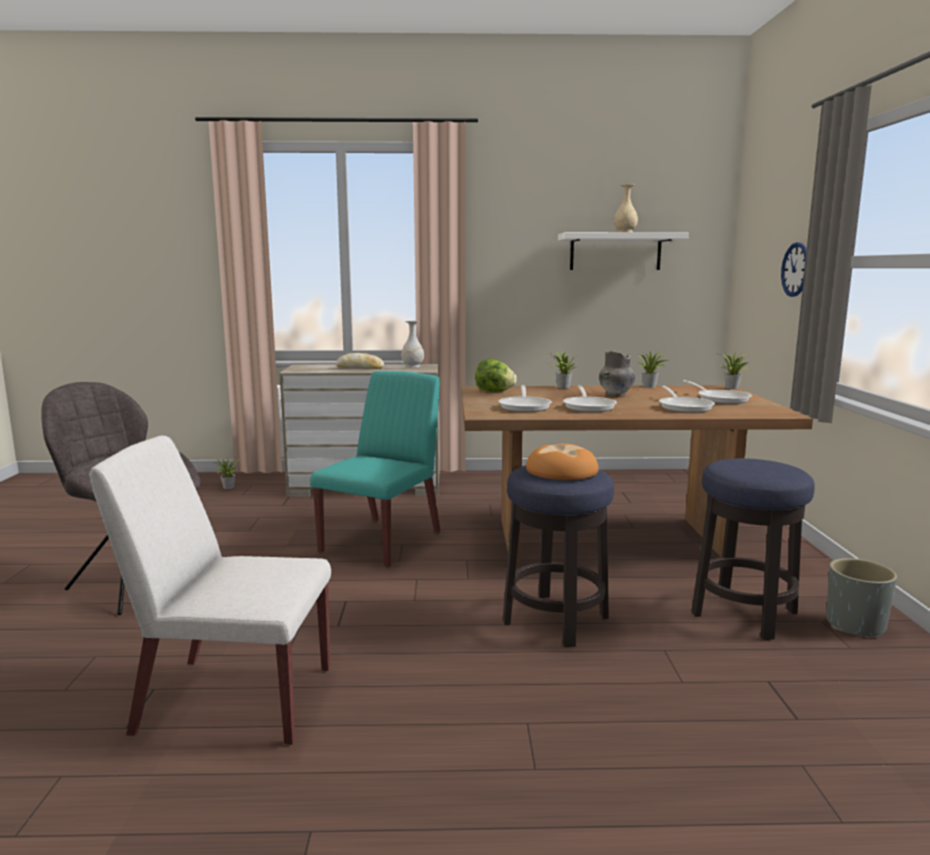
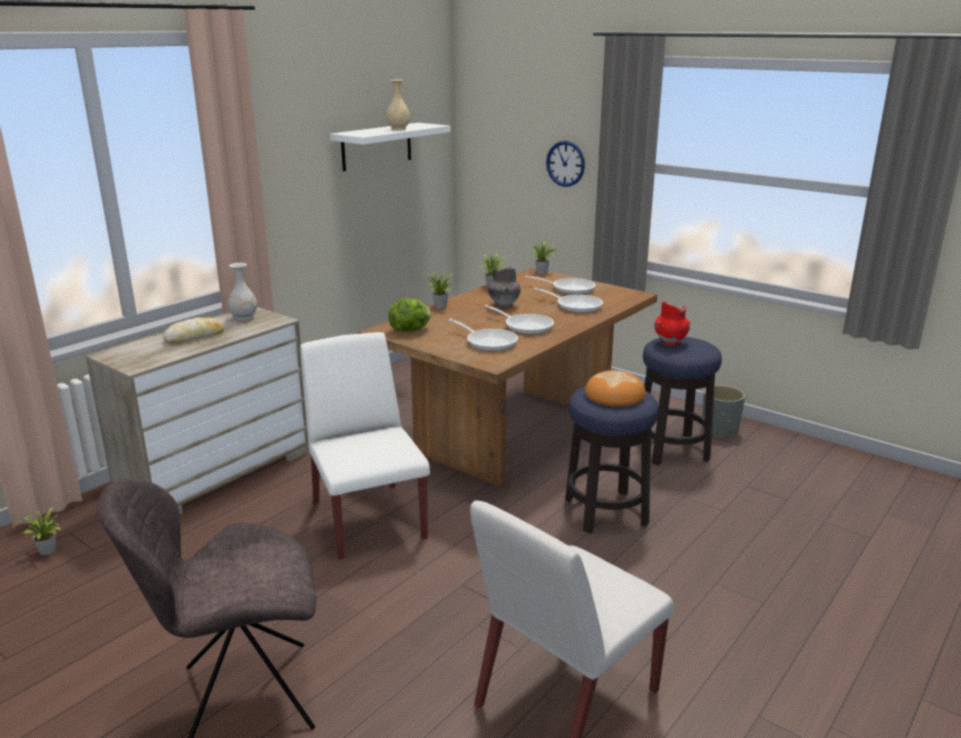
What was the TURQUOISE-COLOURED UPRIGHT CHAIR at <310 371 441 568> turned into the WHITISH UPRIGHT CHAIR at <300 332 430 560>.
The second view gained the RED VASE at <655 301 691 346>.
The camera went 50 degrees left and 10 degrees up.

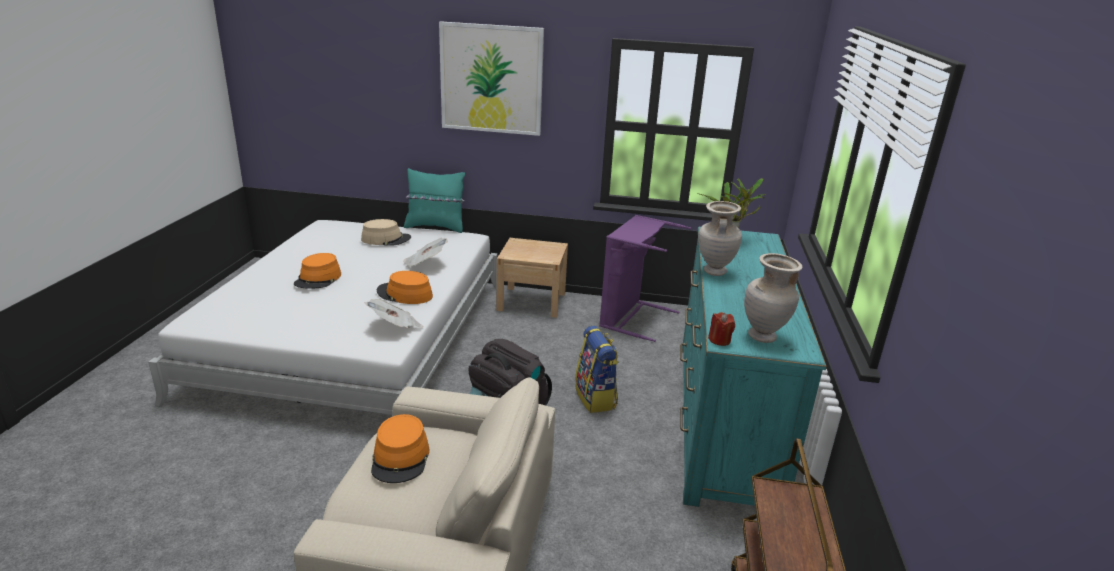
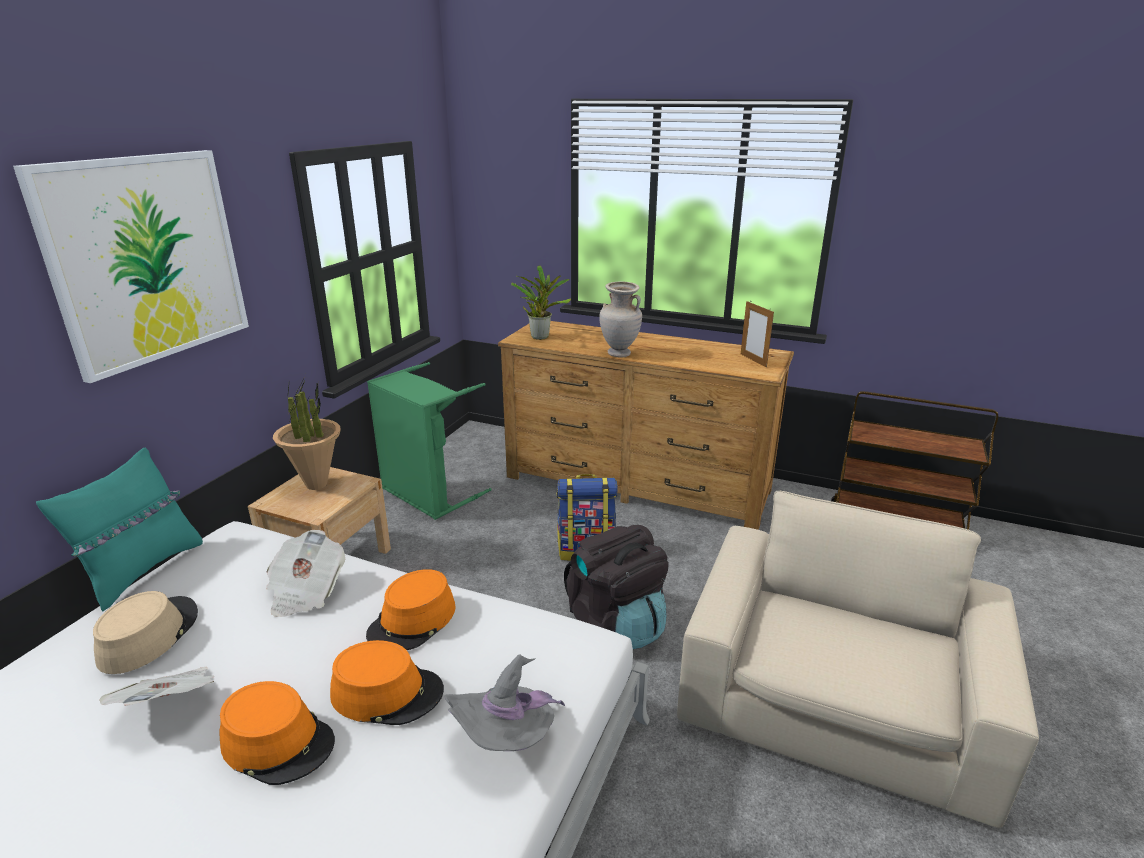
The NEWSPAPER ended up elsewhere, having gone from <364 299 424 328> to <99 667 214 706>.
The second view gained the POTTED PLANT at <273 376 340 490>.
The ORANGEY WEARABLE HAT ended up elsewhere, having gone from <371 414 430 483> to <330 640 444 725>.
What was the PURPLE-COLOURED HAMPER at <599 215 691 342> turned into the GREEN HAMPER at <367 362 492 520>.
The second view gained the GRAY WEARABLE HAT at <444 654 565 751>.
What was the TURQUOISE-COLOURED DRESSER at <680 227 827 507> turned into the BROWNISH DRESSER at <498 321 794 530>.
Where the BEIGE VASE stood at <744 253 803 343>, the STANDING FRAME came to stand at <741 301 774 367>.
The second view lost the RED CANDLE at <708 312 735 346>.
The camera went 75 degrees left and 0 degrees up.

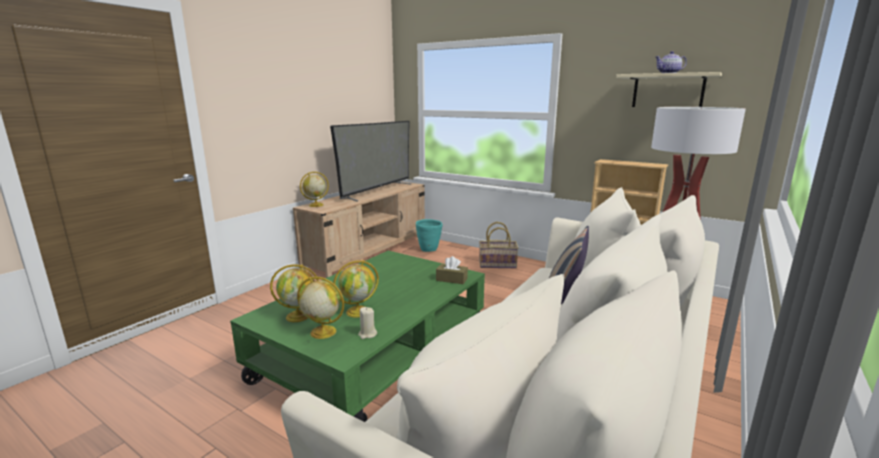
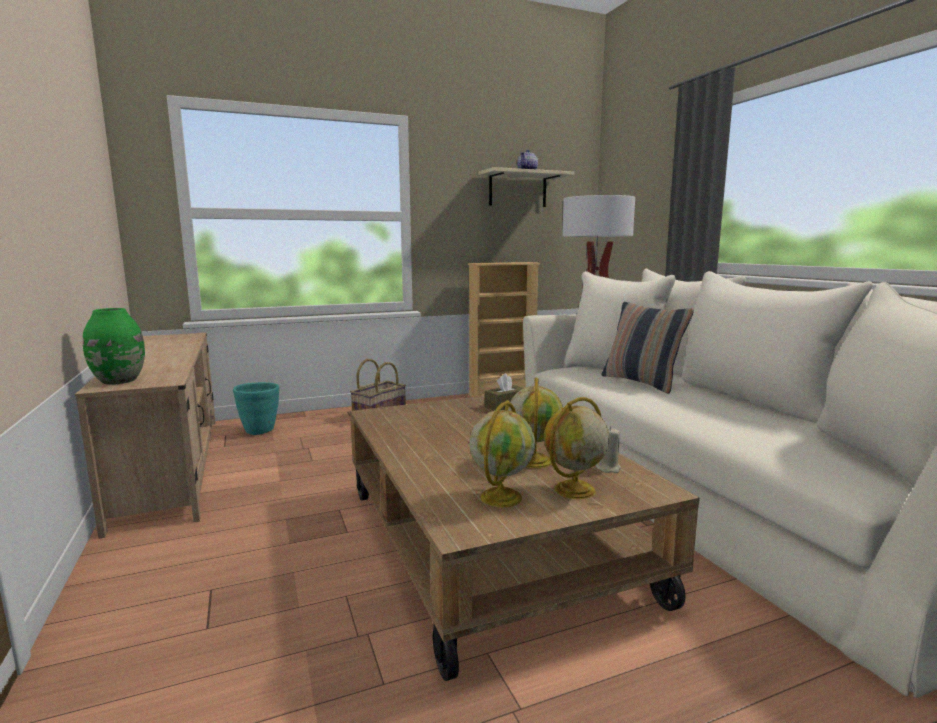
Where the DESK GLOBE stood at <300 172 329 207>, the GREEN VASE came to stand at <83 308 145 385>.
What was the GREEN COFFEE TABLE at <230 250 485 422> turned into the BROWNISH COFFEE TABLE at <350 396 700 681>.
The second view lost the TV SET at <330 121 412 202>.
The camera went 55 degrees left and 5 degrees down.

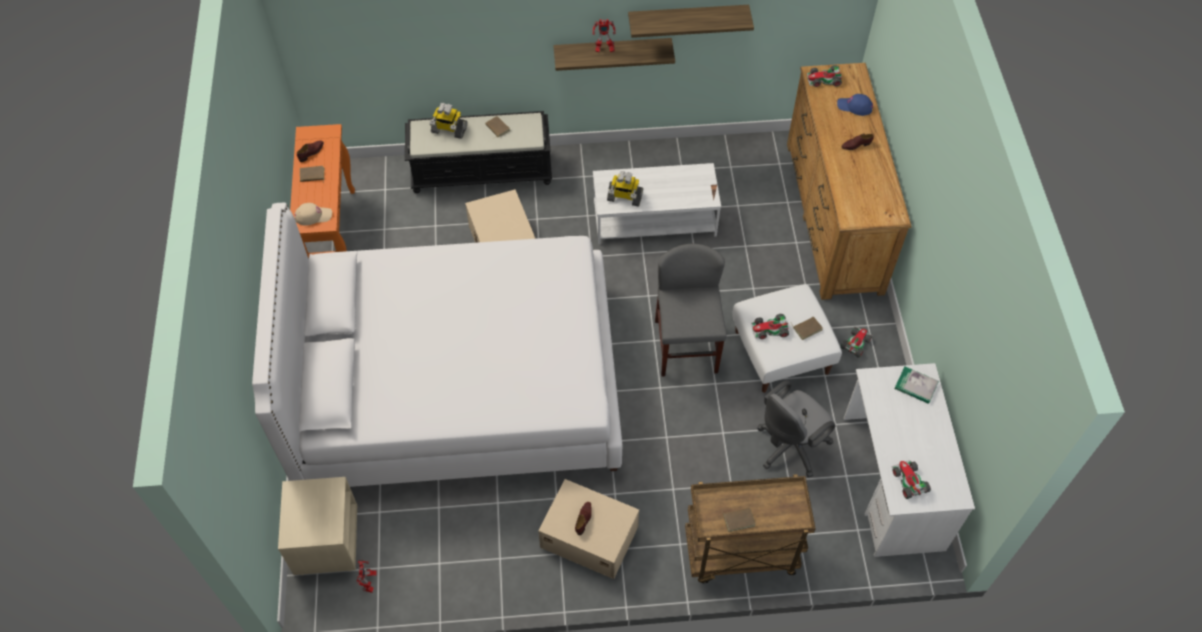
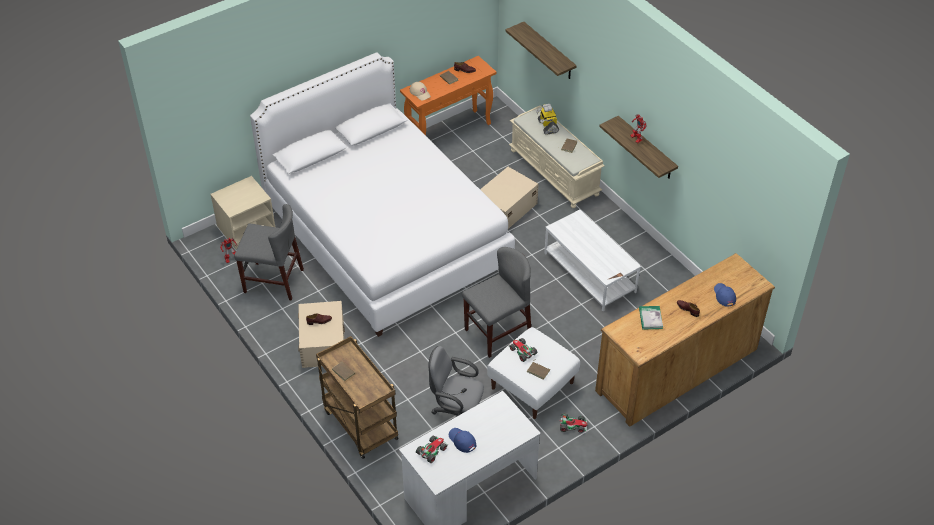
The second view gained the GRAY UPRIGHT CHAIR at <234 204 304 301>.
The second view gained the BLUE-COLOURED PEAKED CAP at <449 428 477 453>.
The SHELF ended up elsewhere, having gone from <628 5 754 38> to <505 22 577 79>.
What was the BLACK LONG SEAT at <405 111 552 193> turned into the BEIGE LONG SEAT at <509 106 605 208>.
The BOUND BOOK ended up elsewhere, having gone from <894 367 939 404> to <639 306 663 329>.
The second view lost the ROBOT FIGURE at <607 171 643 207>.
The second view lost the MINIATURE CAR at <807 65 842 87>.
The camera went 60 degrees right and 10 degrees down.

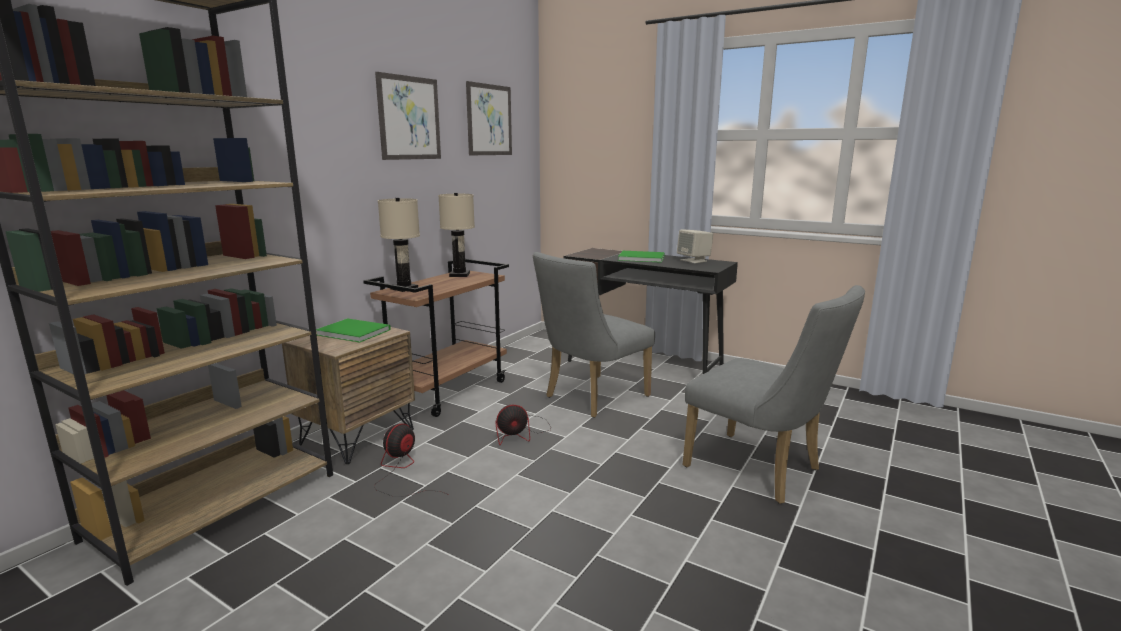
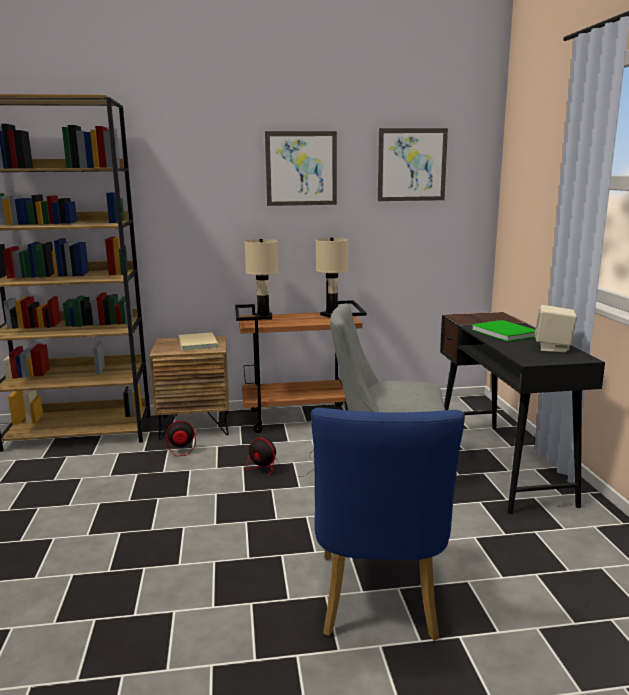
What was the GREEN BOUND BOOK at <316 318 391 343> turned into the BEIGE BOUND BOOK at <179 332 219 351>.
What was the GRAY UPRIGHT CHAIR at <683 285 865 504> turned into the BLUE-COLOURED UPRIGHT CHAIR at <311 408 465 640>.
The camera went 50 degrees right and 0 degrees up.

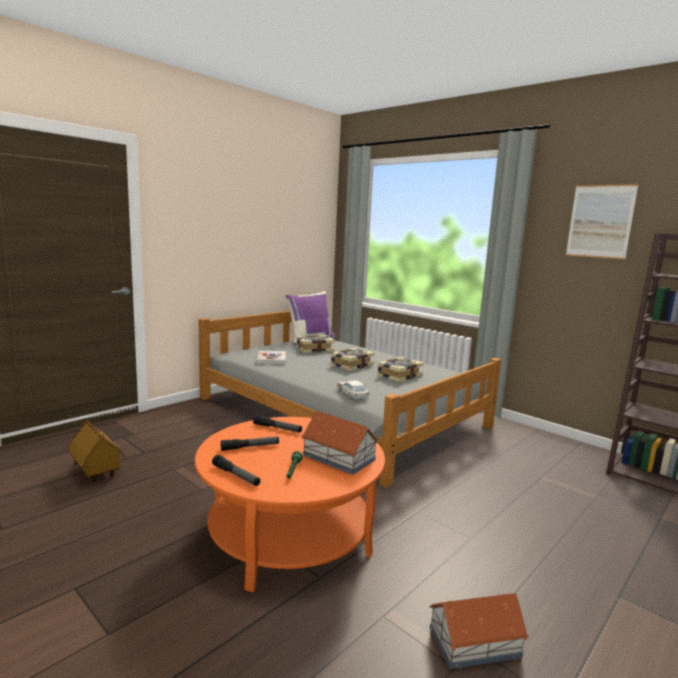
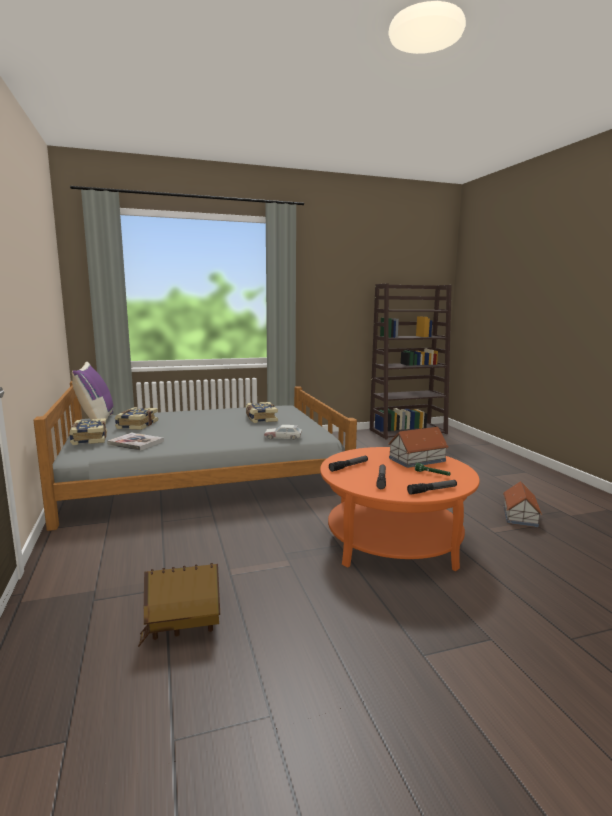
The BOUND BOOK ended up elsewhere, having gone from <330 348 374 371> to <69 418 107 445>.
The second view lost the WALL PICTURE at <566 184 639 259>.
The camera went 60 degrees left and 0 degrees up.

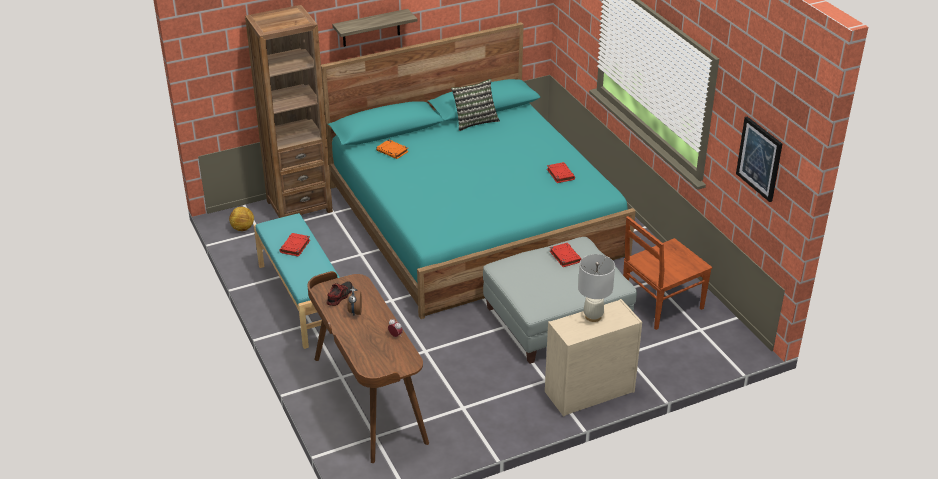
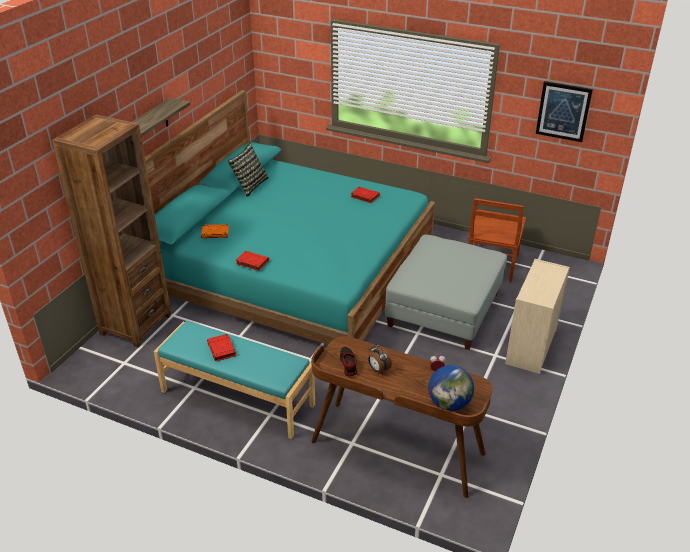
The RED BOUND BOOK ended up elsewhere, having gone from <550 243 581 267> to <235 251 269 271>.
The second view gained the DESK GLOBE at <428 365 474 411>.
The second view lost the FOOTBALL BALL at <229 207 254 231>.
The second view lost the WHITISH TABLETOP LAMP at <578 254 615 322>.
The camera went 40 degrees left and 0 degrees up.

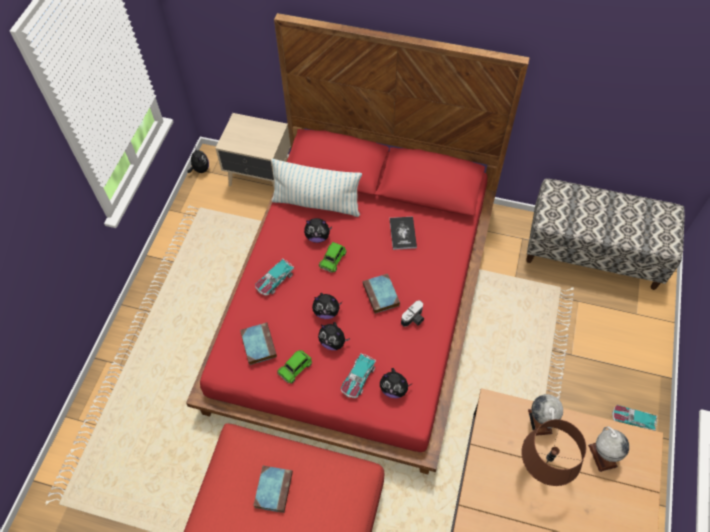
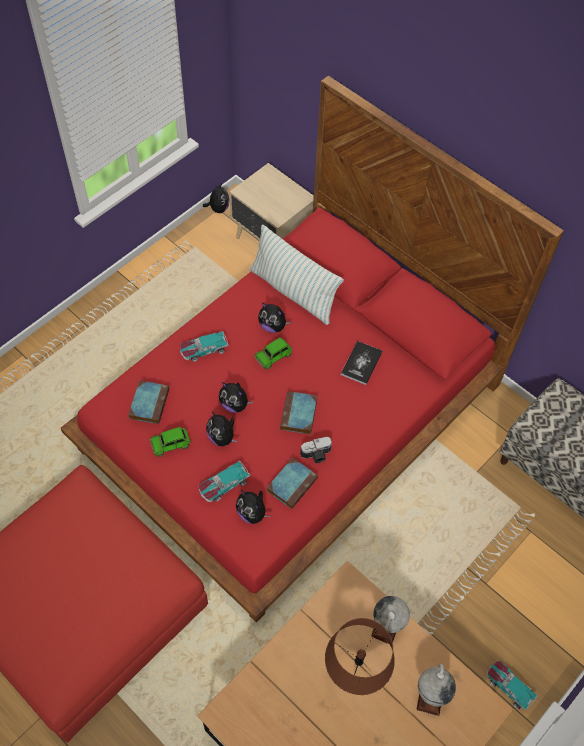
The BOUND BOOK ended up elsewhere, having gone from <253 466 293 513> to <267 458 318 509>.
The camera went 25 degrees right and 0 degrees up.

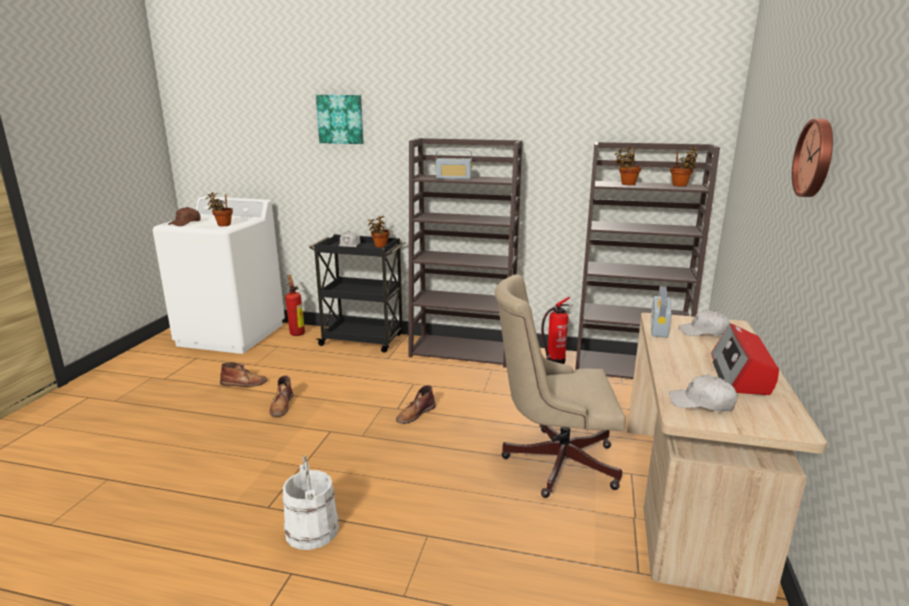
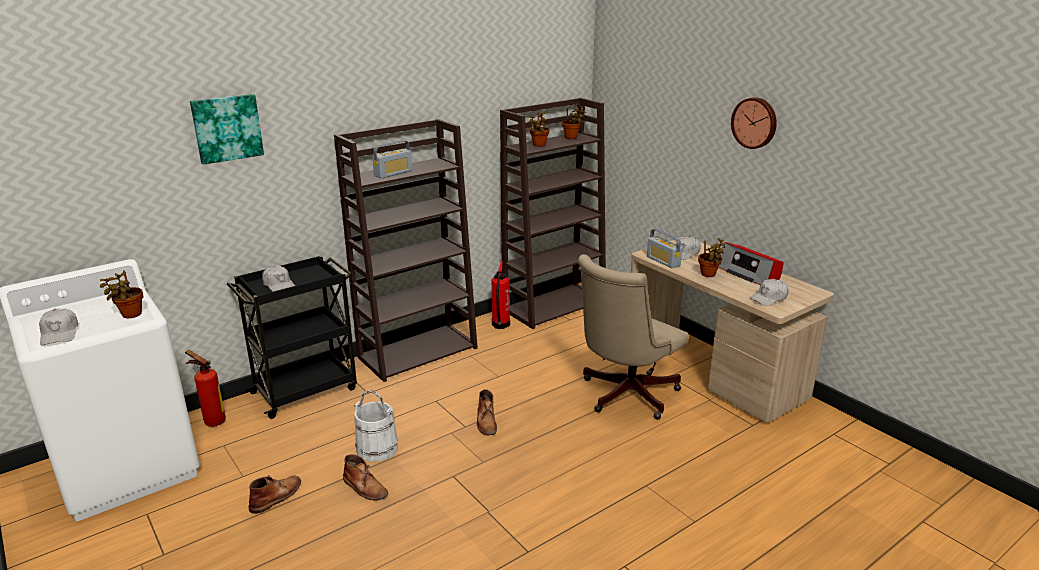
What was the BROWNISH PEAKED CAP at <168 207 201 226> turned into the WHITISH PEAKED CAP at <39 309 78 345>.
The WHITISH PAIL ended up elsewhere, having gone from <283 455 339 550> to <353 390 398 462>.
The POTTED PLANT ended up elsewhere, having gone from <368 216 390 248> to <698 238 725 277>.
The camera went 50 degrees left and 5 degrees up.

